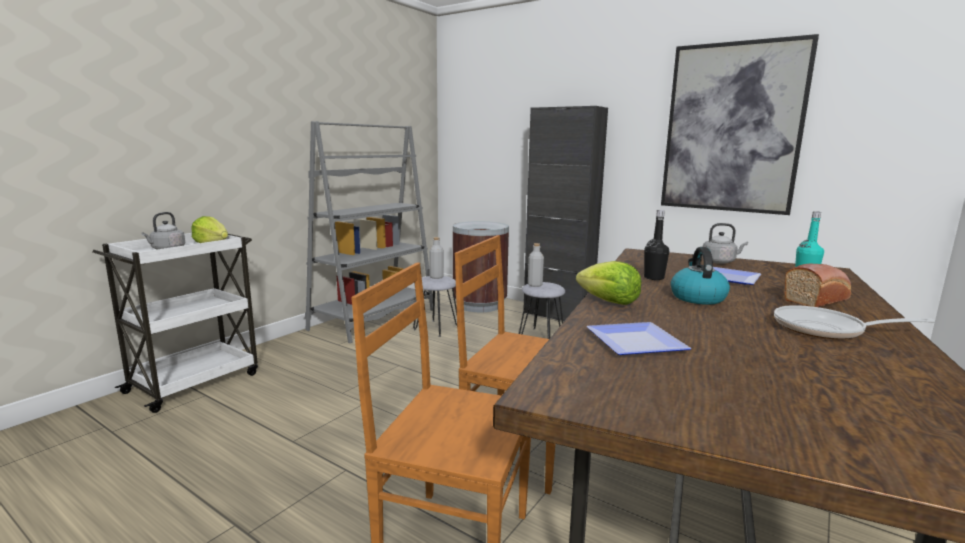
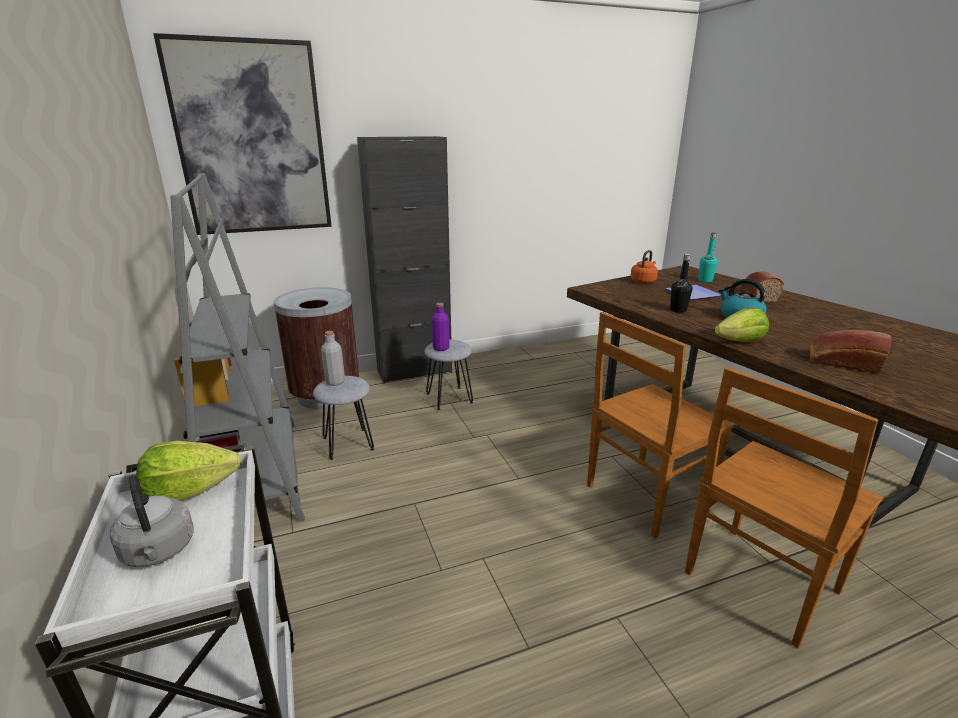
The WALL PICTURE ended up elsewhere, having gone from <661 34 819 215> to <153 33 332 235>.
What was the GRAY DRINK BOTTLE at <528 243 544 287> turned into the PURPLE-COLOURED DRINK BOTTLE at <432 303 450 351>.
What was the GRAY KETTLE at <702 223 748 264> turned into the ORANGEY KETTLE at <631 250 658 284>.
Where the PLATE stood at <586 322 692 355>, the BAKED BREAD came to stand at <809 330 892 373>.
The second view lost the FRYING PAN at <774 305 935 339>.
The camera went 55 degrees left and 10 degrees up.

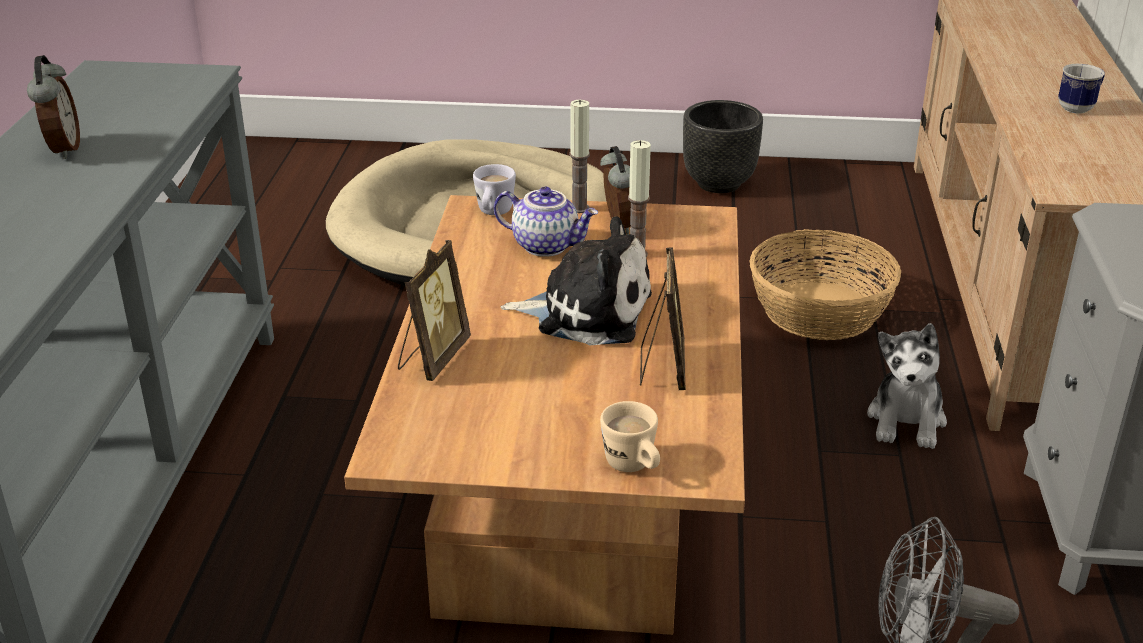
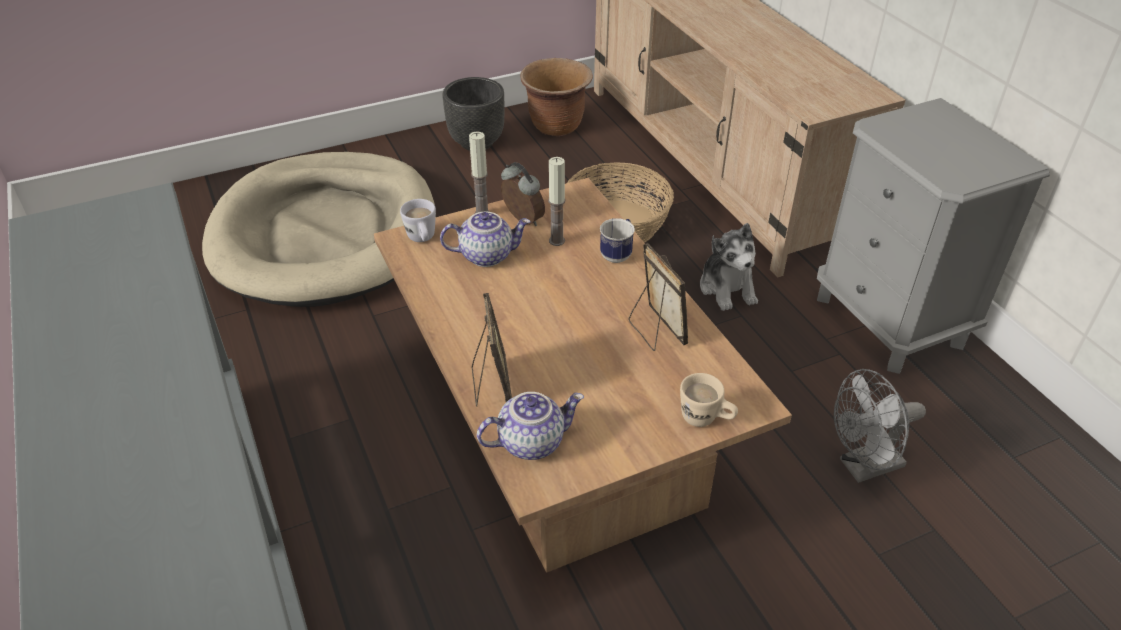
The second view gained the TEAPOT at <477 392 584 460>.
The second view gained the BROWNISH PLANT POT at <520 58 593 136>.
The MUG ended up elsewhere, having gone from <1058 64 1105 114> to <600 218 635 263>.
The second view lost the BEDSIDE CLOCK at <27 55 80 159>.
The second view lost the CUDDLY TOY at <501 216 652 345>.
The camera went 30 degrees left and 10 degrees up.

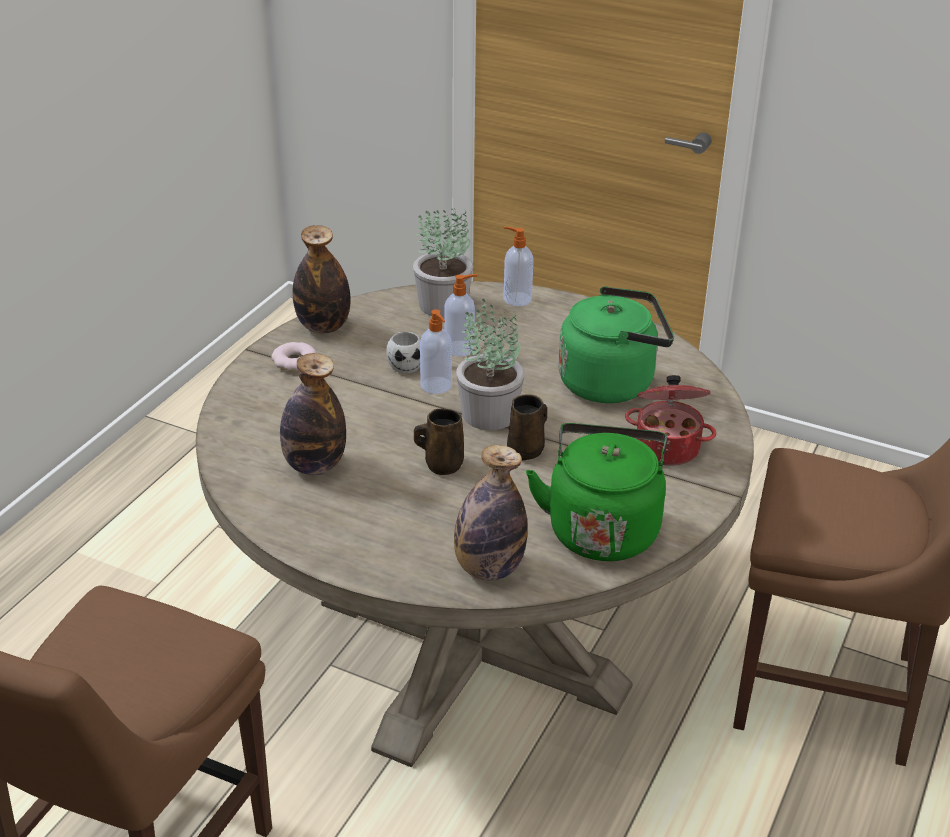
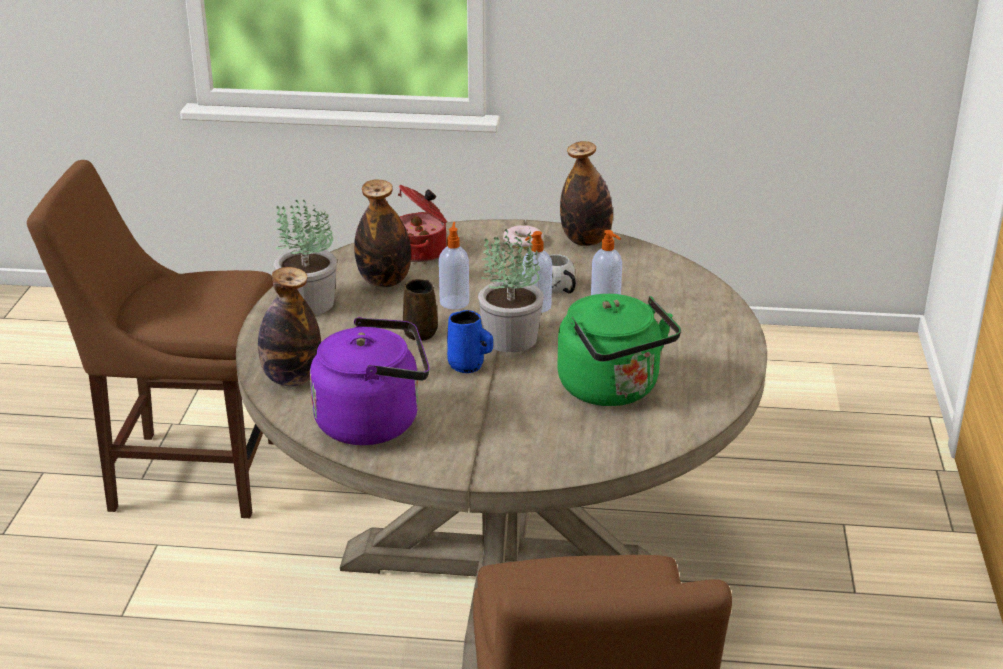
The POTTED PLANT ended up elsewhere, having gone from <413 208 473 318> to <274 200 337 315>.
What was the GREEN KETTLE at <526 423 667 561> turned into the PURPLE-COLOURED KETTLE at <310 317 430 445>.
The SAUCEPOT ended up elsewhere, having gone from <625 375 716 466> to <398 185 447 262>.
The SOAP DISPENSER ended up elsewhere, having gone from <504 227 534 306> to <439 222 469 309>.
What was the BROWNISH MUG at <507 394 547 461> turned into the BLUE-COLOURED MUG at <447 310 493 373>.
The camera went 70 degrees right and 5 degrees down.

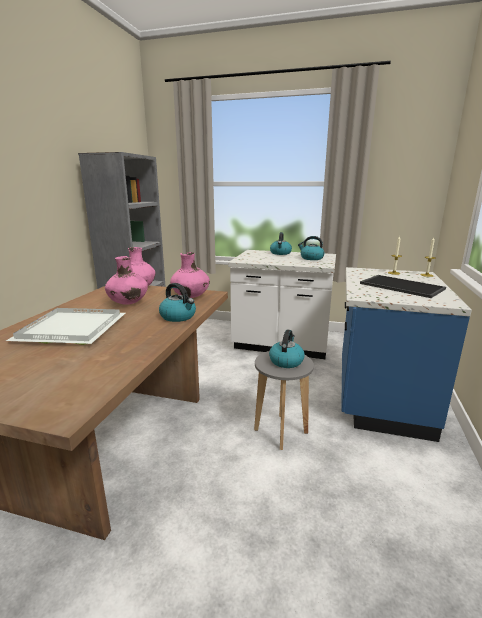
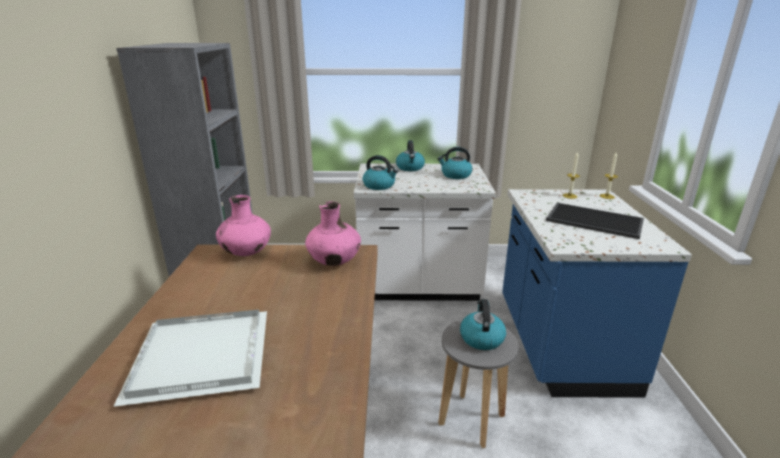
The KETTLE ended up elsewhere, having gone from <159 283 196 322> to <363 155 399 190>.
The second view lost the PINKISH VASE at <105 256 148 305>.
The camera went 15 degrees left and 5 degrees up.

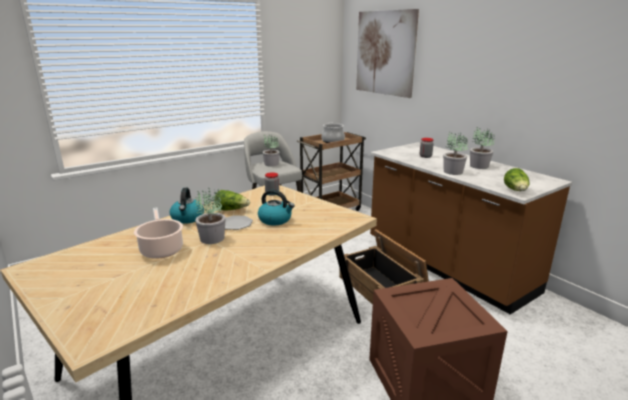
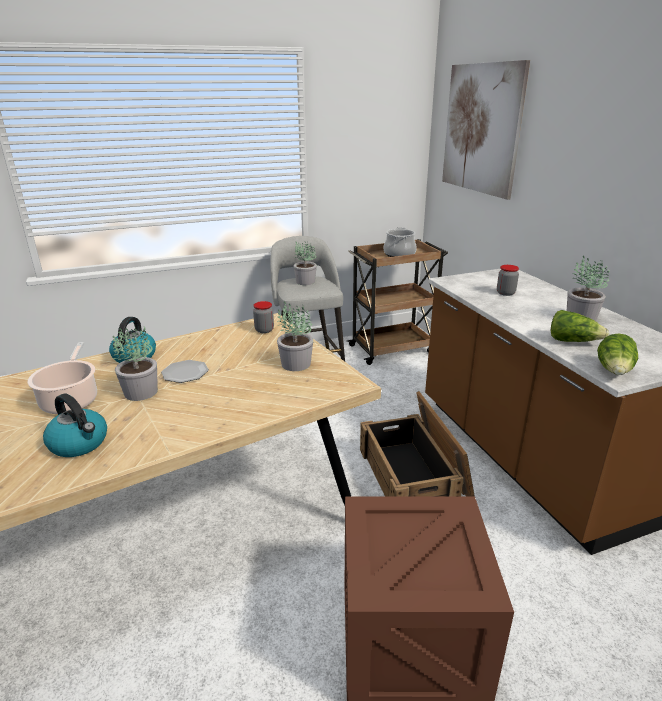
The KETTLE ended up elsewhere, having gone from <258 190 295 226> to <43 393 107 457>.
The POTTED PLANT ended up elsewhere, having gone from <443 131 468 175> to <277 301 313 371>.
The LETTUCE HEAD ended up elsewhere, having gone from <215 190 250 211> to <551 310 609 342>.
The camera went 15 degrees right and 5 degrees up.

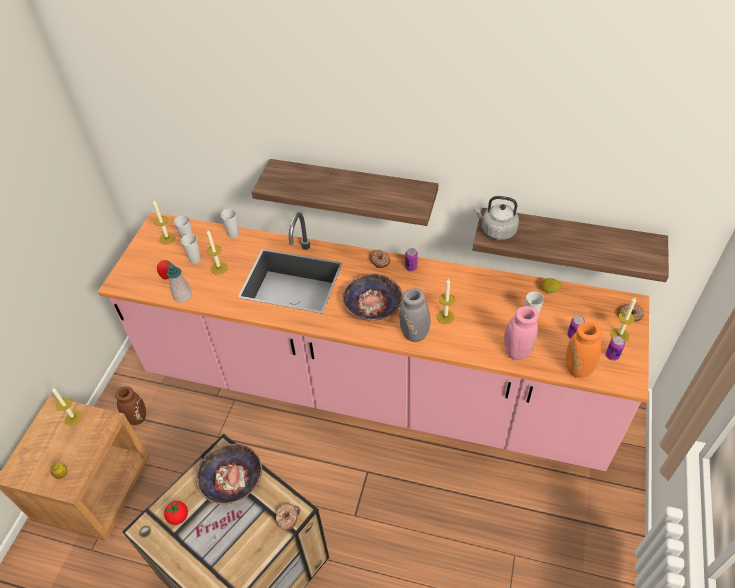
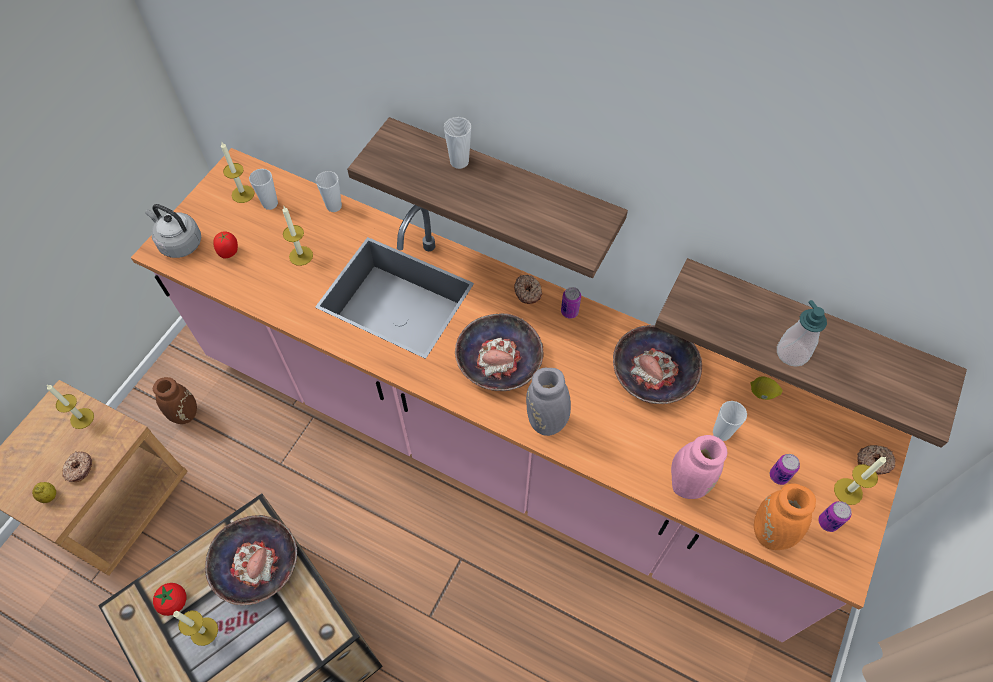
The RING DOUGHNUT ended up elsewhere, having gone from <276 503 298 530> to <62 451 92 482>.
The GRAY KETTLE ended up elsewhere, having gone from <474 196 519 240> to <145 204 201 258>.
The CANDLE ended up elsewhere, having gone from <436 278 455 324> to <173 610 218 646>.
The SMALL CUP ended up elsewhere, having gone from <181 234 201 264> to <444 117 471 169>.
The second view gained the BOWL at <613 325 702 404>.
The SOAP DISPENSER ended up elsewhere, having gone from <167 262 192 303> to <777 300 827 367>.
The camera went 10 degrees right and 10 degrees up.

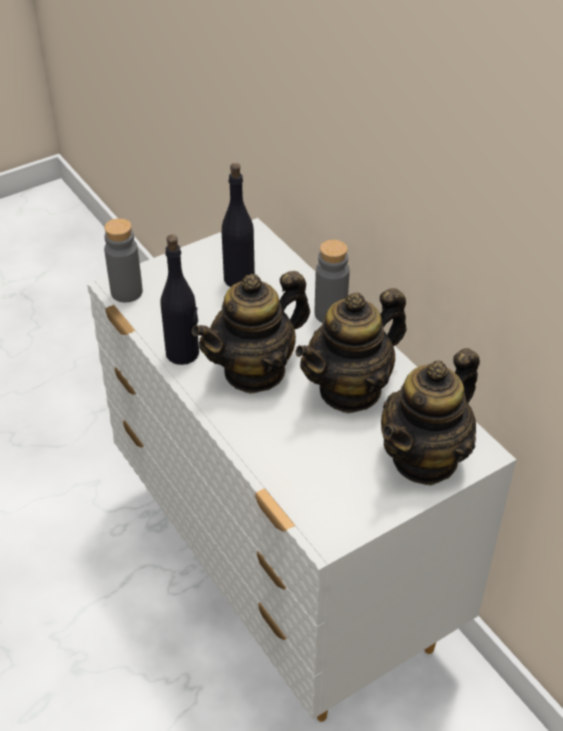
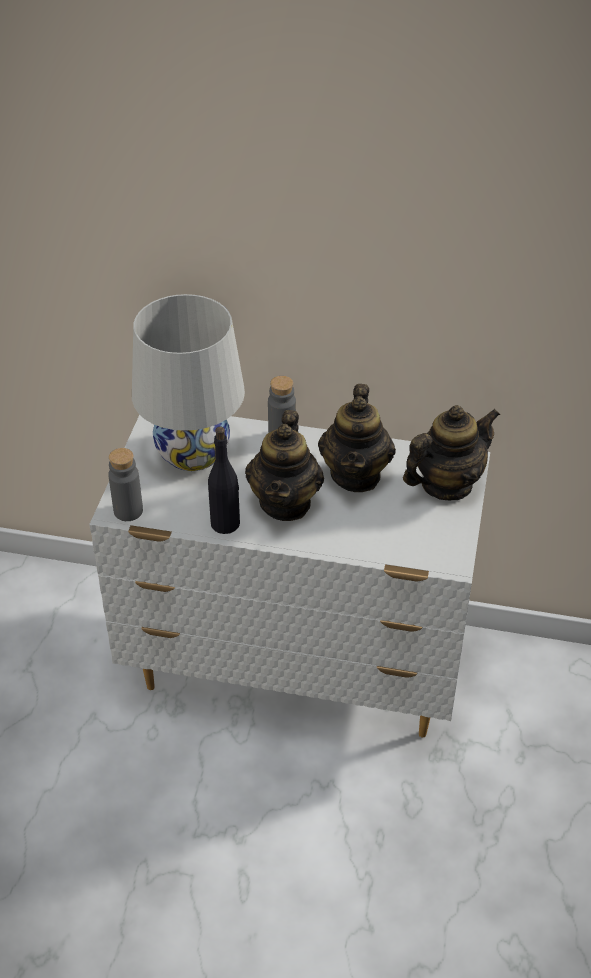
Where the BLACK DRINK BOTTLE stood at <222 163 255 287>, the WHITISH TABLETOP LAMP came to stand at <132 294 245 471>.
The TEAPOT at <381 348 480 486> ended up facing another way, 120 degrees counterclockwise from before.
The camera went 45 degrees left and 0 degrees up.

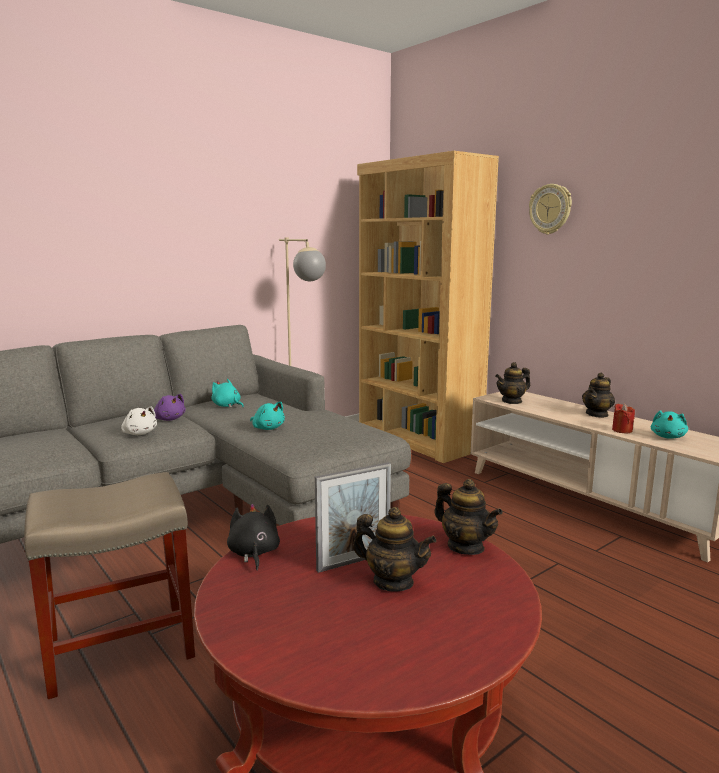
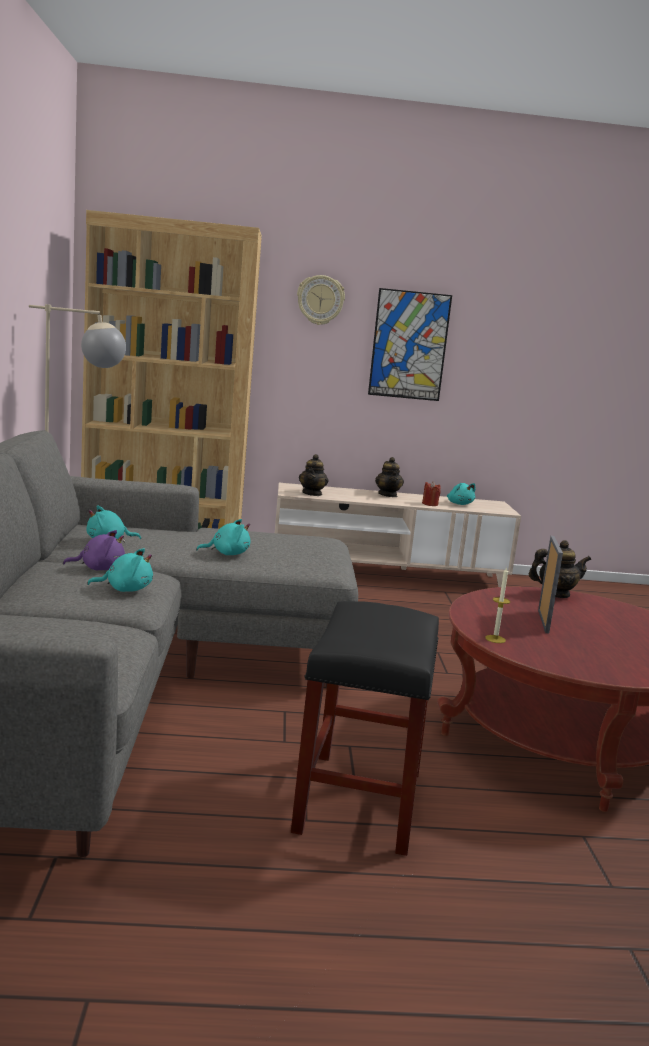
What was the WHITISH CUDDLY TOY at <121 406 157 435> turned into the TURQUOISE-COLOURED CUDDLY TOY at <87 548 153 592>.
What was the BEIGE STOOL SEAT at <24 472 195 699> turned into the BLACK STOOL SEAT at <291 601 439 856>.
The second view gained the WALL PICTURE at <368 288 452 401>.
Where the BLACK CUDDLY TOY stood at <227 504 280 571>, the CANDLE came to stand at <485 567 510 643>.
The second view lost the TEAPOT at <353 507 436 592>.
The camera went 55 degrees left and 0 degrees up.

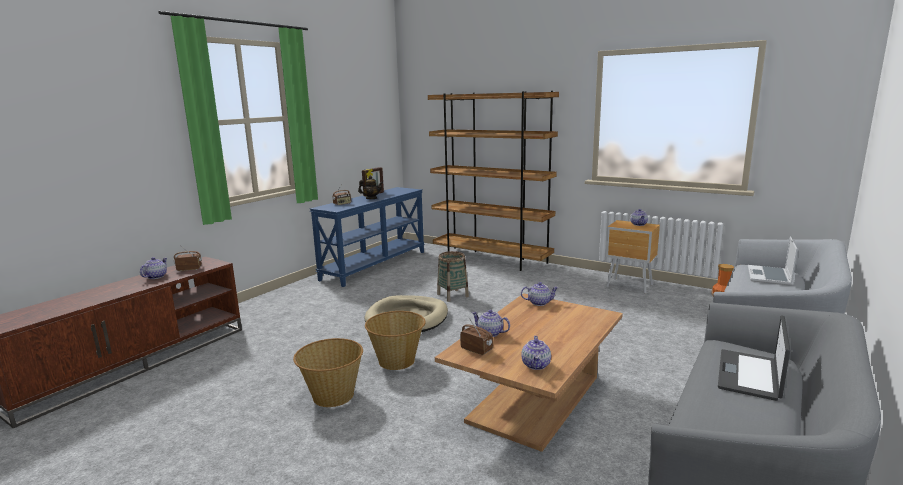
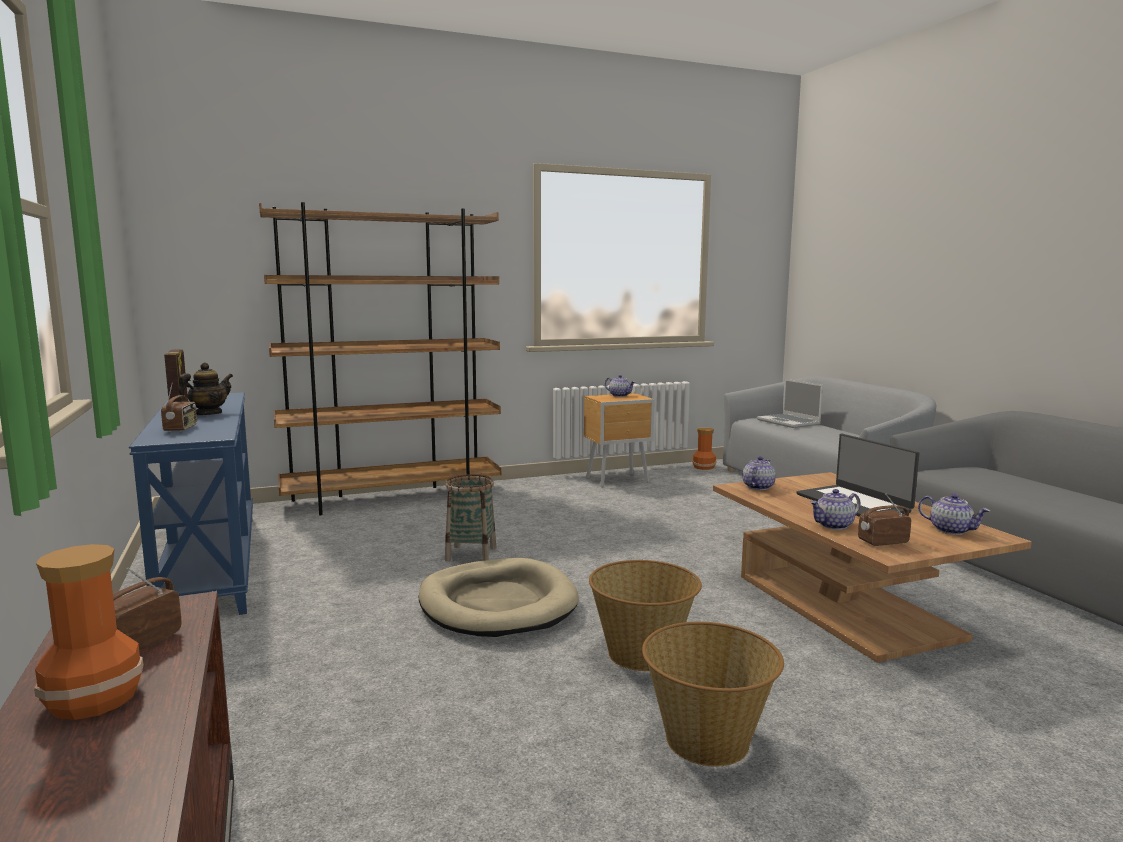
Where the TEAPOT stood at <140 257 167 279>, the VASE came to stand at <34 544 144 720>.
The LAPTOP ended up elsewhere, having gone from <718 315 790 401> to <797 434 919 517>.
The camera went 55 degrees left and 5 degrees down.

